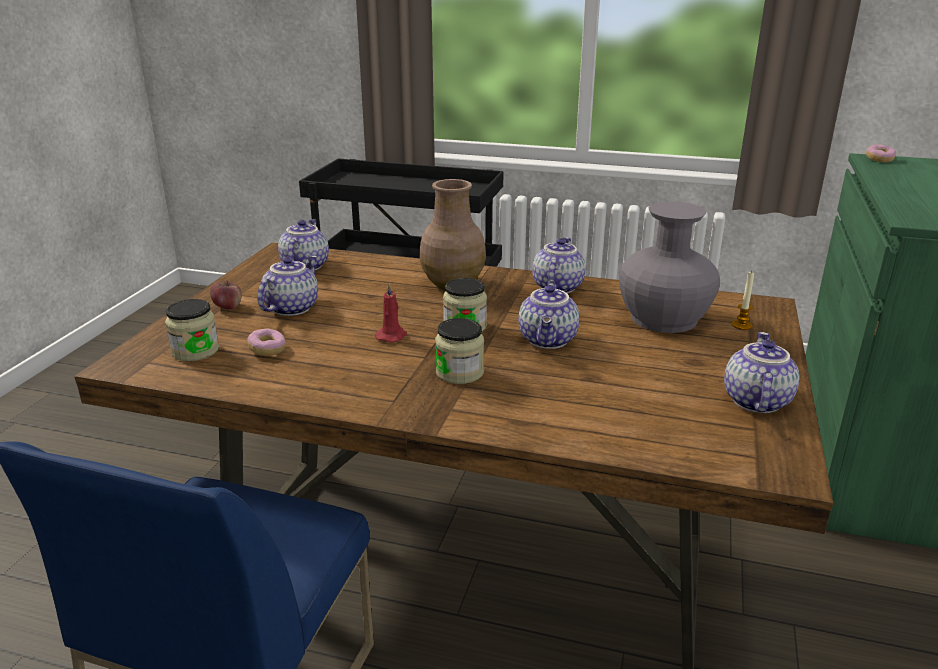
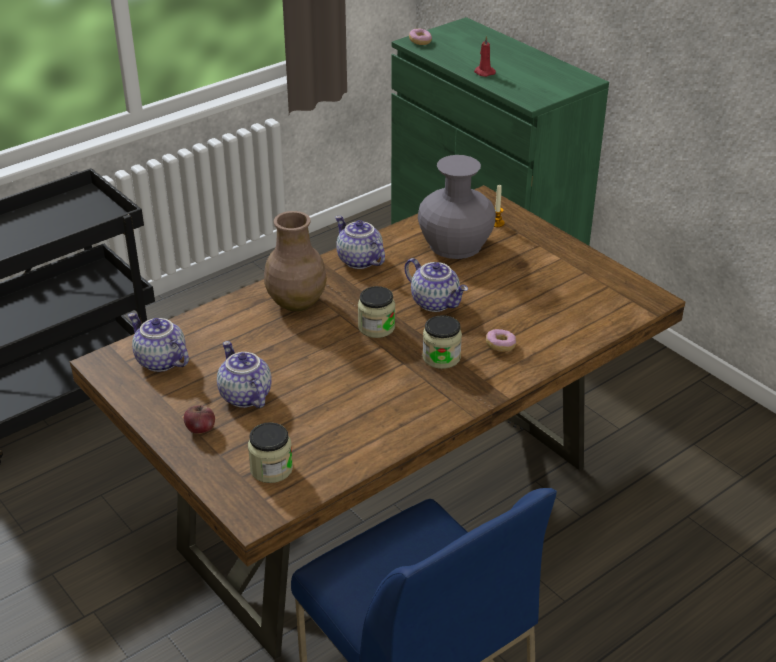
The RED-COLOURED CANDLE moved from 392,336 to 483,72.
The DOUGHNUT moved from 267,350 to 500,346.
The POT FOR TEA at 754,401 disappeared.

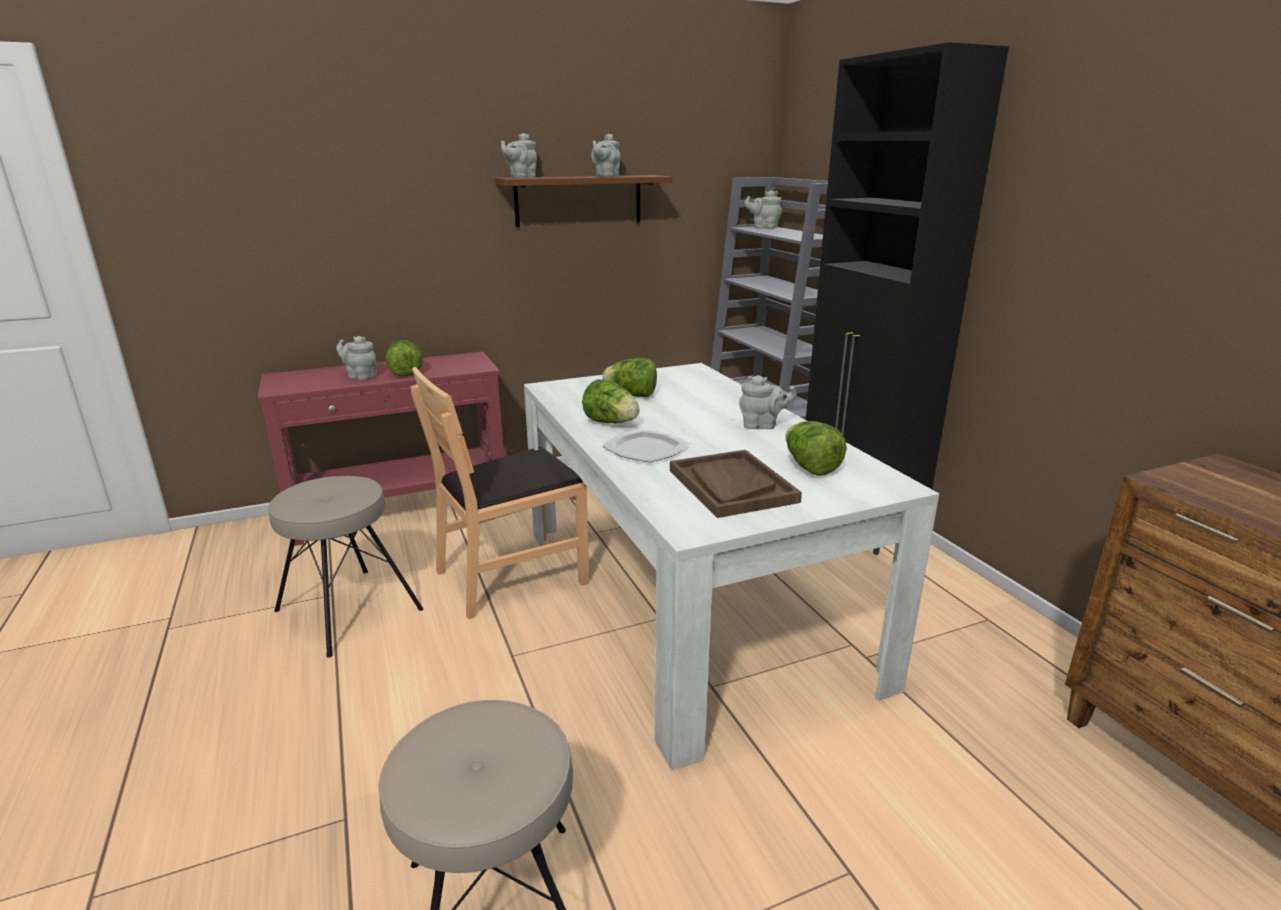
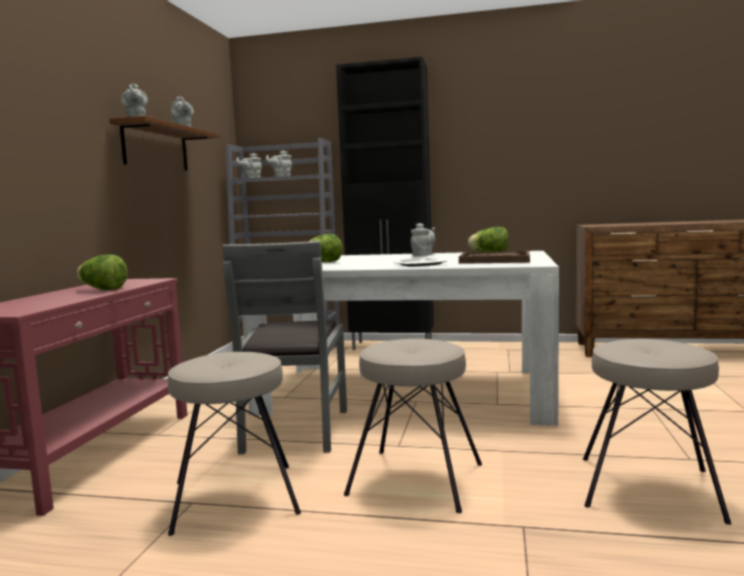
The GRAY POT FOR TEA moved from 360,376 to 281,176.
The BROWNISH CHAIR at 511,575 became the GRAY CHAIR at 294,430.
The LETTUCE HEAD at 611,423 disappeared.
The BEIGE STOOL SEAT at 416,478 appeared.

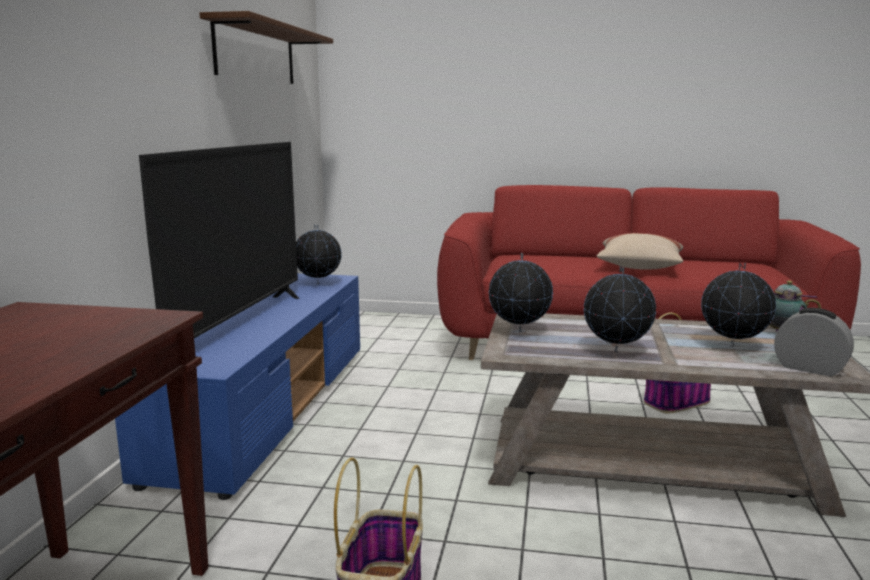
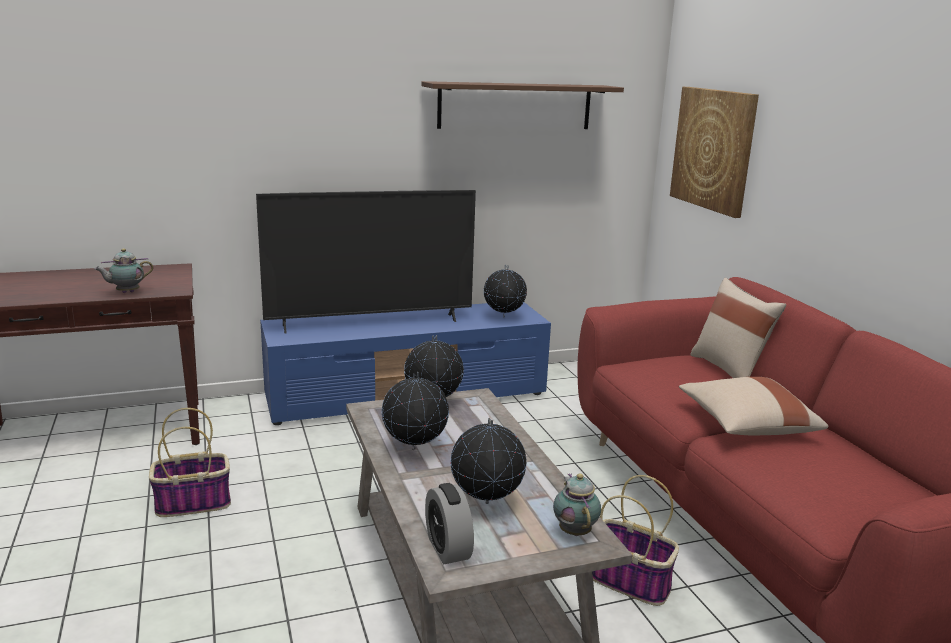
The TABLE CLOCK at 809,368 turned 150 degrees clockwise.
The PICTURE at 713,149 appeared.
The POT FOR TEA at 126,292 appeared.
The BEIGE PILLOW at 730,370 appeared.

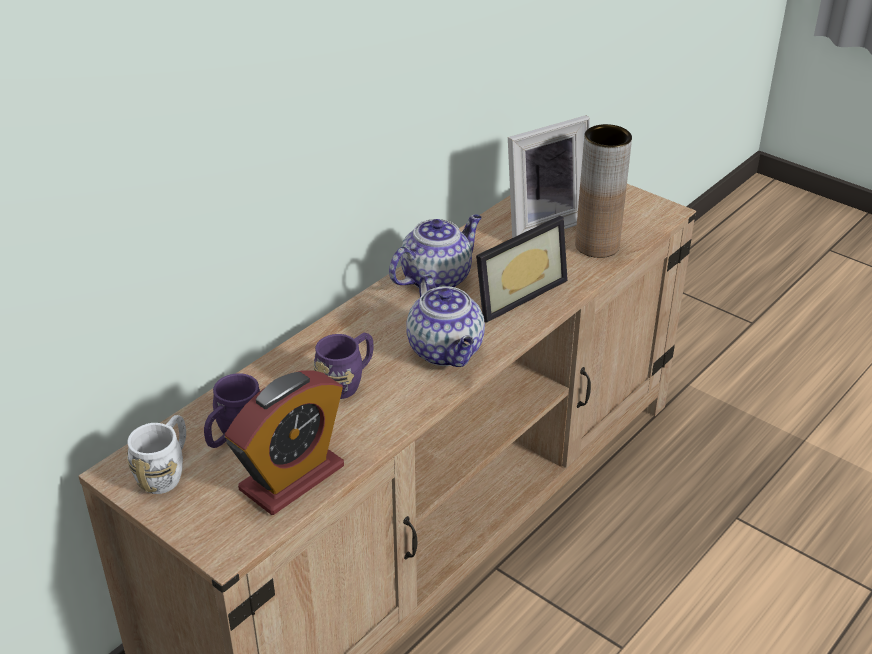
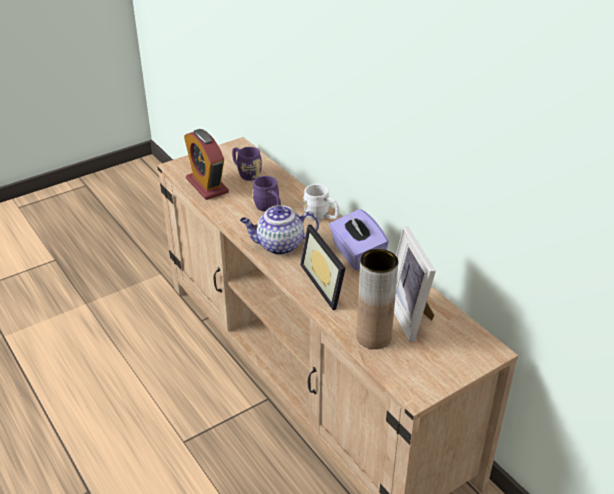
The POT FOR TEA at 436,278 was replaced by the PURPLE-COLOURED BOX OF TISSUES at 356,254.
The WHITISH MUG moved from 166,472 to 321,216.

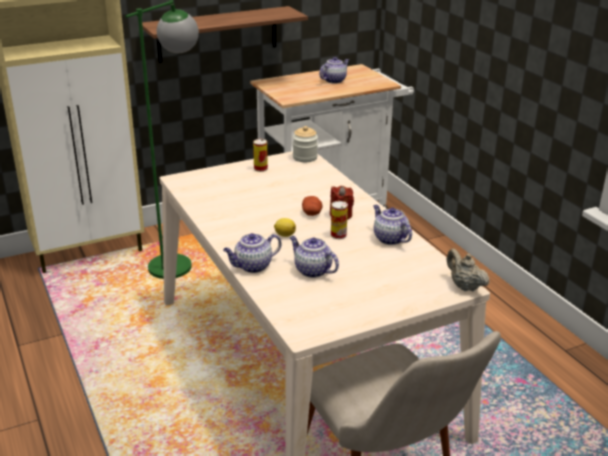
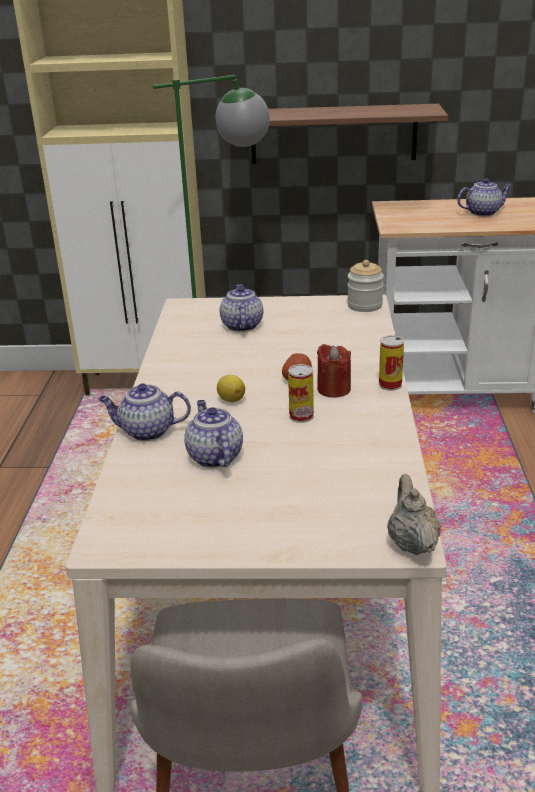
The METAL CAN moved from 260,168 to 390,385.
The POT FOR TEA moved from 389,239 to 241,325.

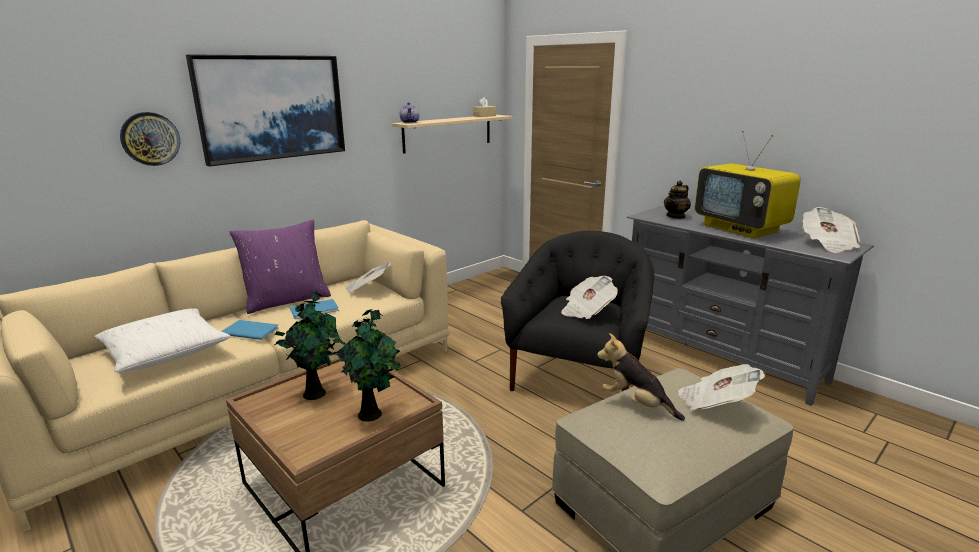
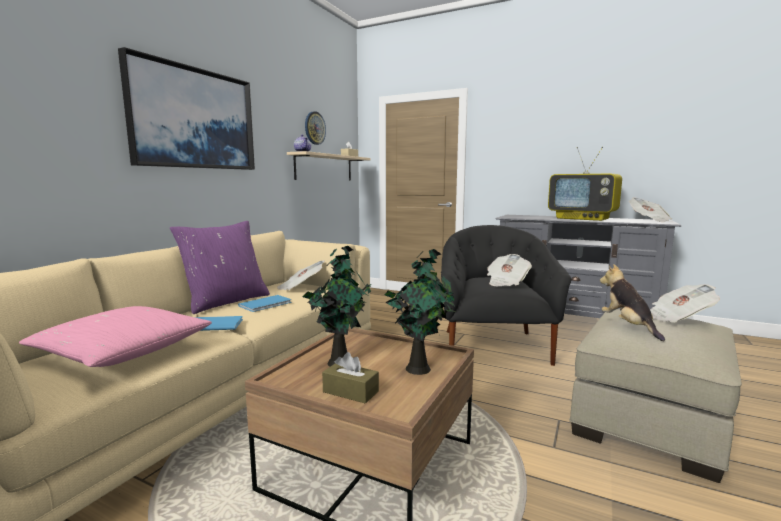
The HANGING CLOCK moved from 150,139 to 314,128.
The POT FOR TEA at 676,216 disappeared.
The WHITISH PILLOW at 165,352 became the PINKISH PILLOW at 123,351.
The SOFT TOY at 636,404 turned 60 degrees clockwise.
The BROWNISH BOX OF TISSUES at 350,392 appeared.

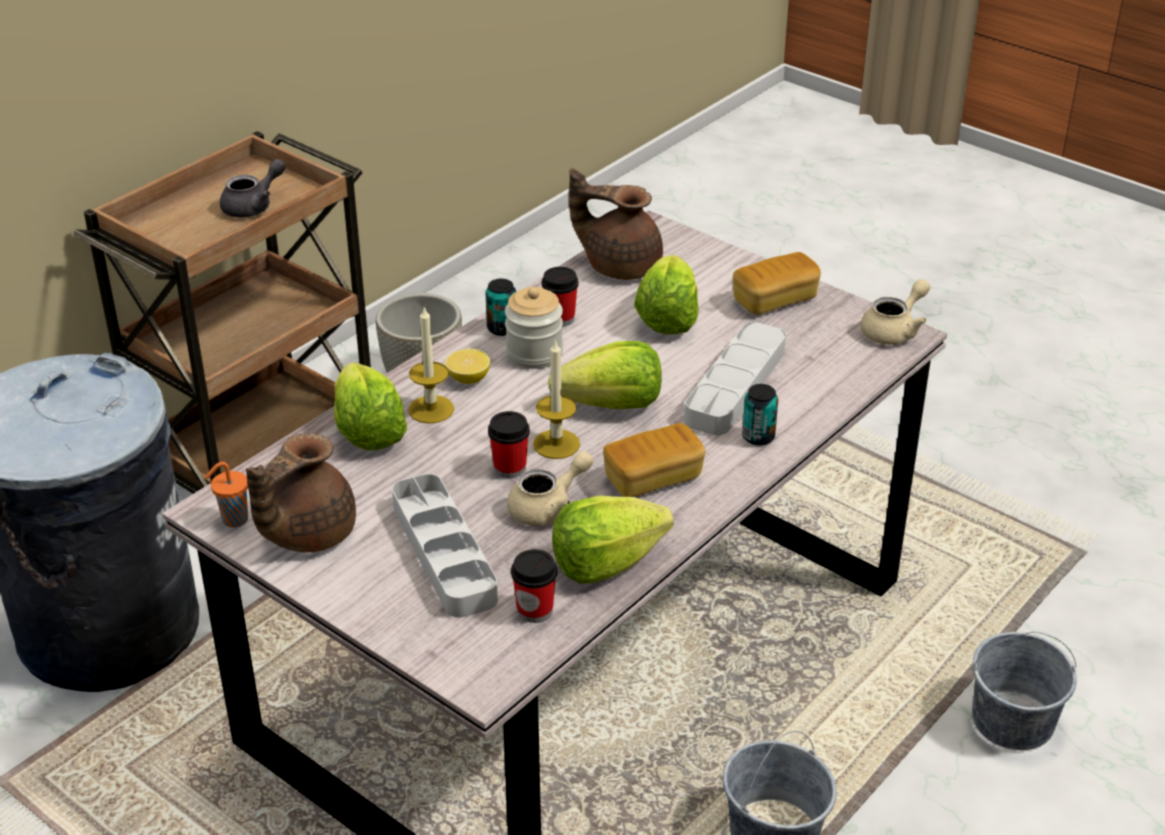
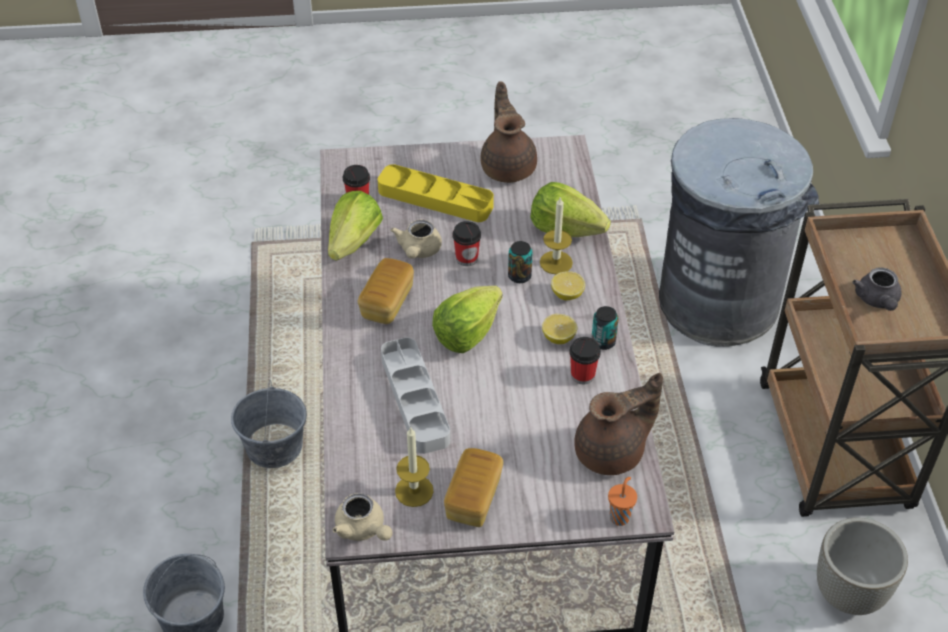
The LETTUCE HEAD at 667,318 disappeared.
The BEIGE POT FOR TEA at 894,330 turned 45 degrees counterclockwise.
The PRESERVE JAR at 534,353 was replaced by the LEMON at 558,337.
The CANDLE moved from 556,444 to 414,491.
The METAL CAN moved from 758,437 to 519,276.
The ORANGE-COLOURED DRINKING CUP moved from 233,520 to 620,516.
The GRAY CARRYING TRAY at 444,552 became the YELLOW-COLOURED CARRYING TRAY at 435,198.

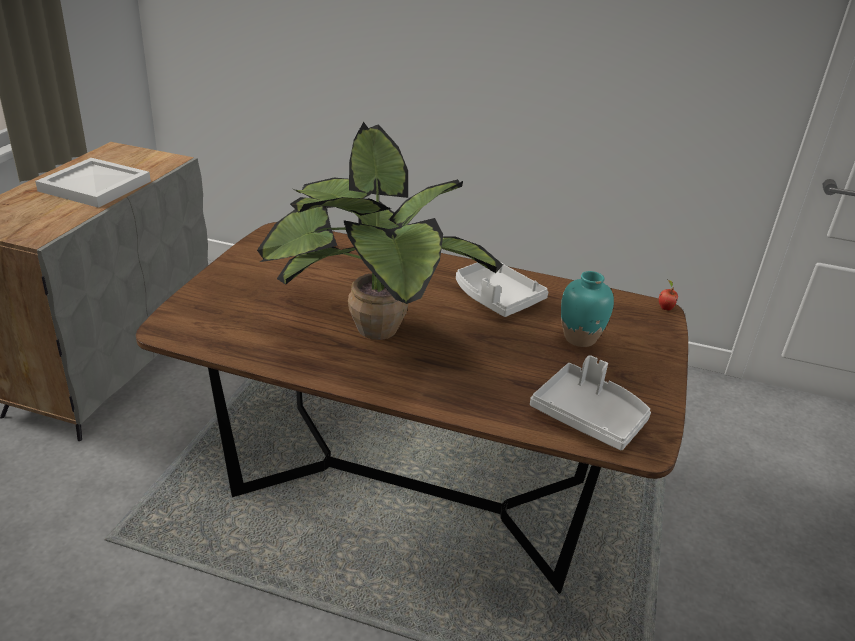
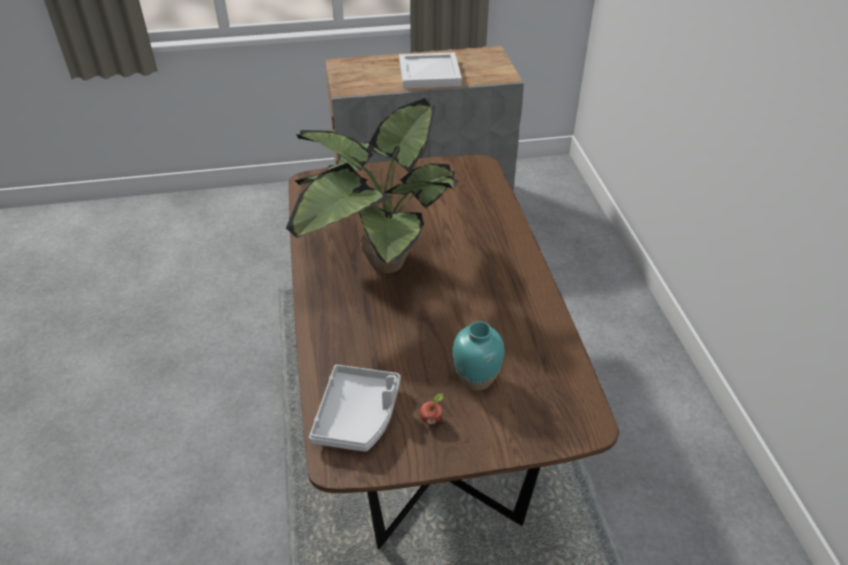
The GRAY CARRYING TRAY at 496,298 disappeared.
The APPLE moved from 664,308 to 431,419.

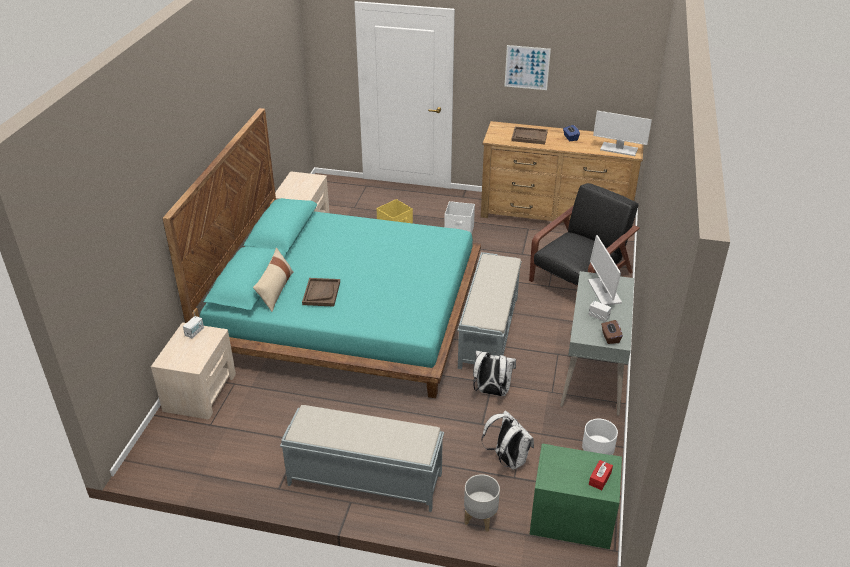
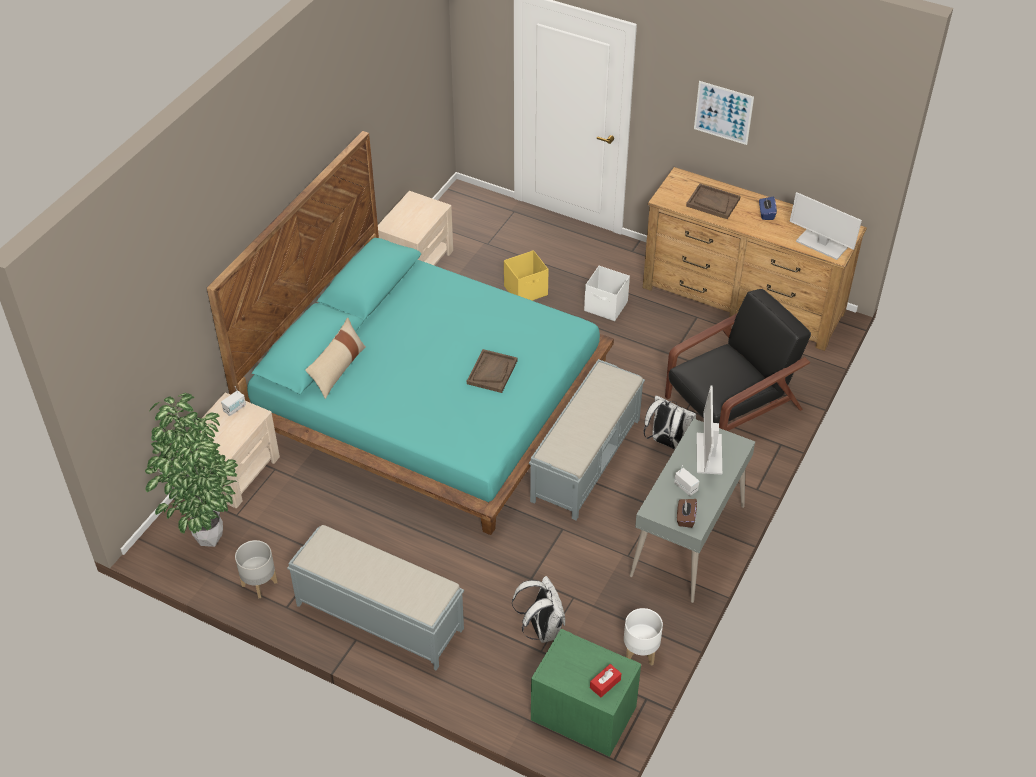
The BROWNISH CARRYING TRAY moved from 321,293 to 492,372.
The WHITISH BACKPACK moved from 491,392 to 666,442.
The GRAY PLANT POT moved from 480,519 to 259,584.
The POTTED PLANT at 210,540 appeared.

